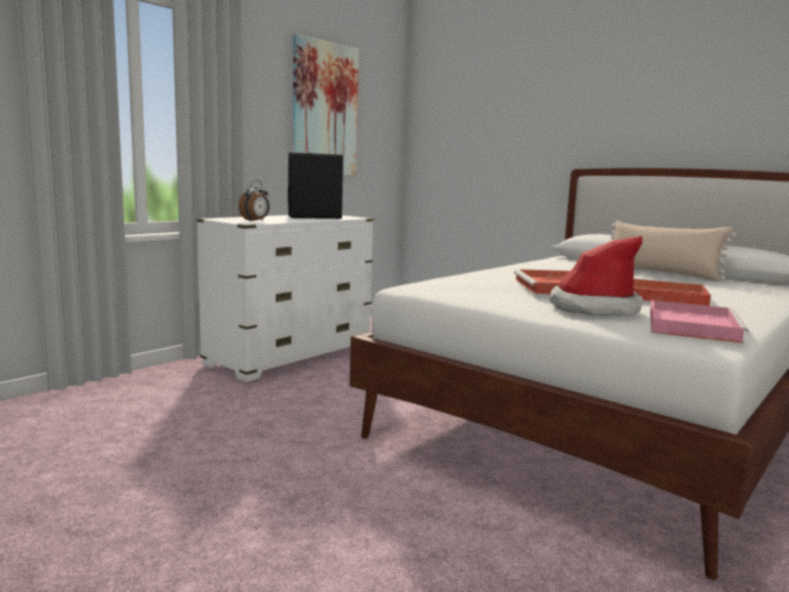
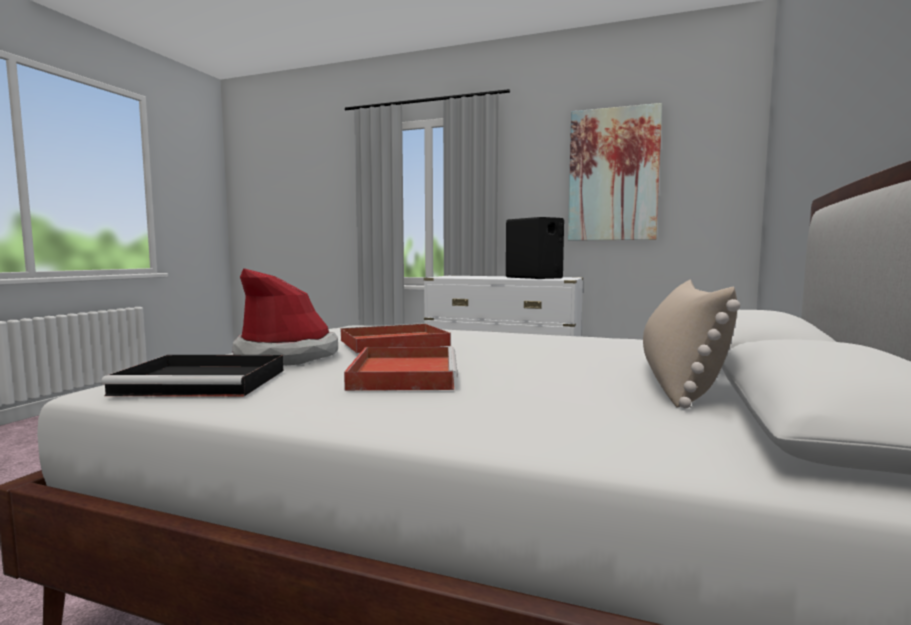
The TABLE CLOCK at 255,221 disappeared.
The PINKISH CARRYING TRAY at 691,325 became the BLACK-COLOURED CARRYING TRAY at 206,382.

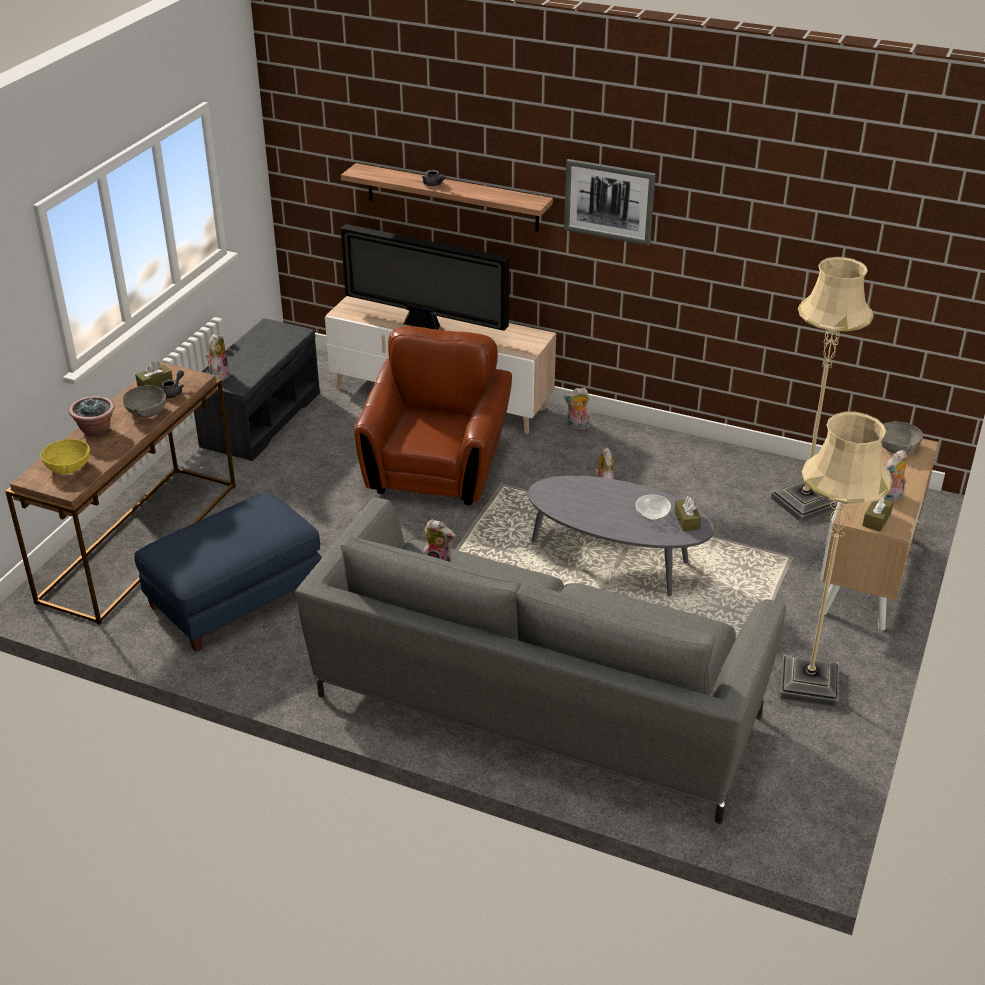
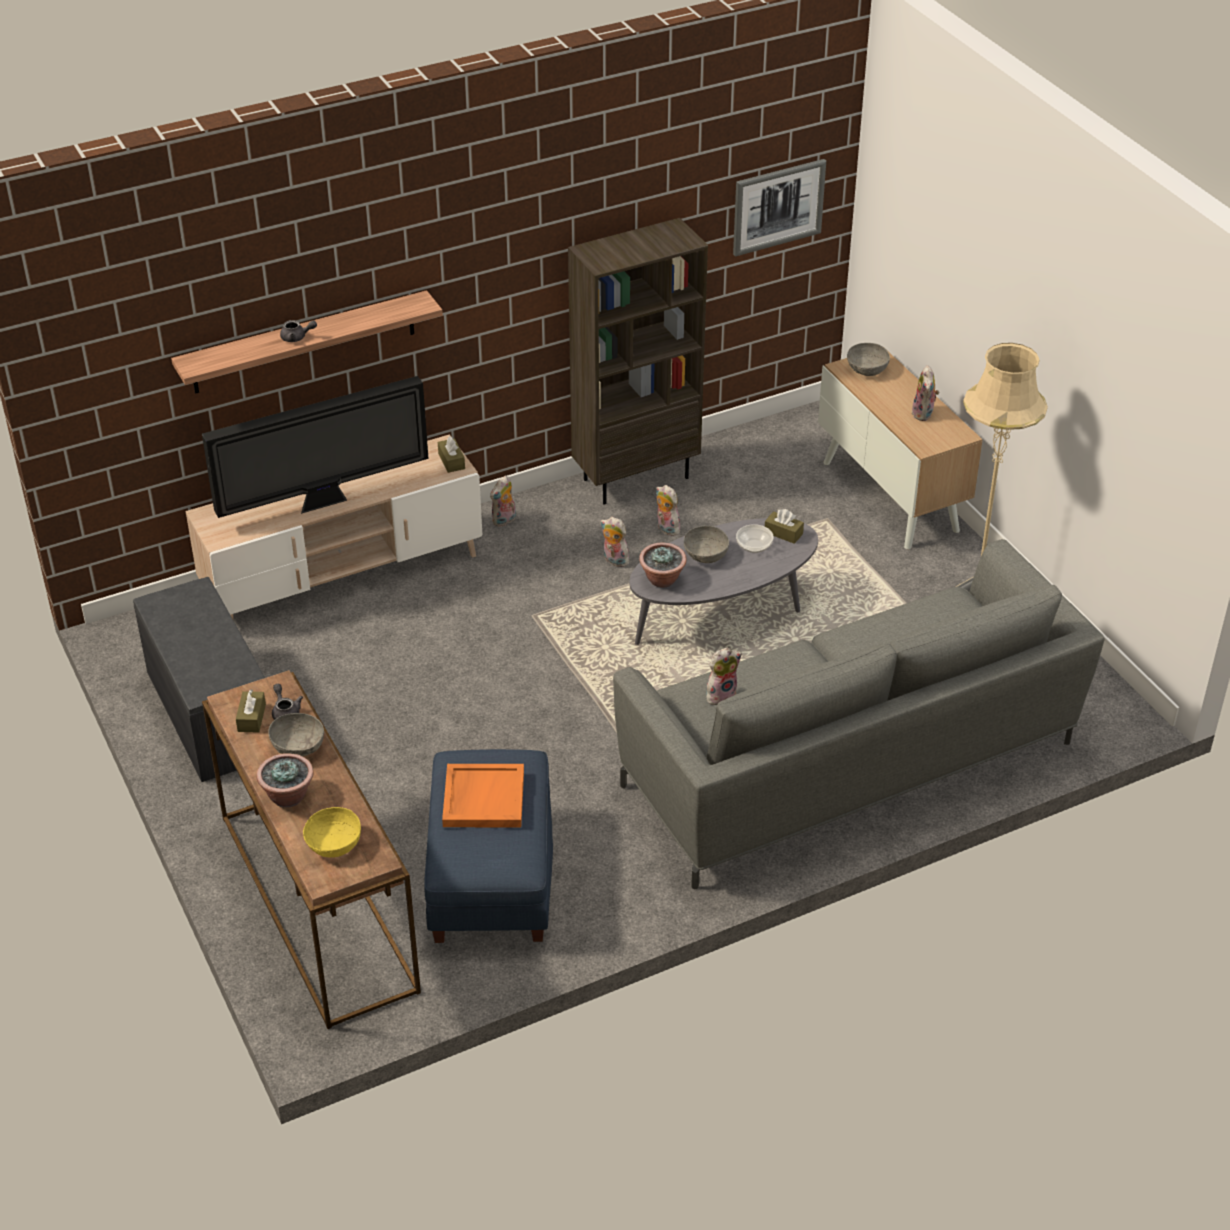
The PICTURE moved from 609,201 to 778,206.
The BEIGE FLOOR LAMP at 803,503 disappeared.
The BROWNISH ARMCHAIR at 436,470 disappeared.
The SOFT TOY moved from 219,375 to 666,528.
The BROWNISH BOX OF TISSUES moved from 876,519 to 451,461.
The BROWNISH SHELVING UNIT at 636,477 appeared.
The GRAY SERVING BOWL at 705,555 appeared.
The POTTED PLANT at 662,580 appeared.
The ORANGE-COLOURED CARRYING TRAY at 483,798 appeared.

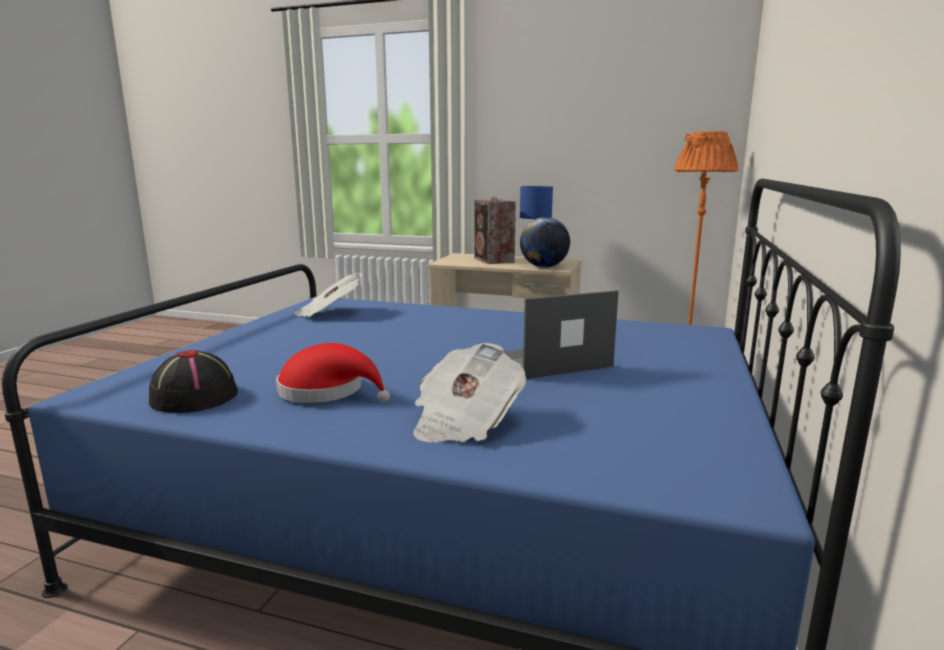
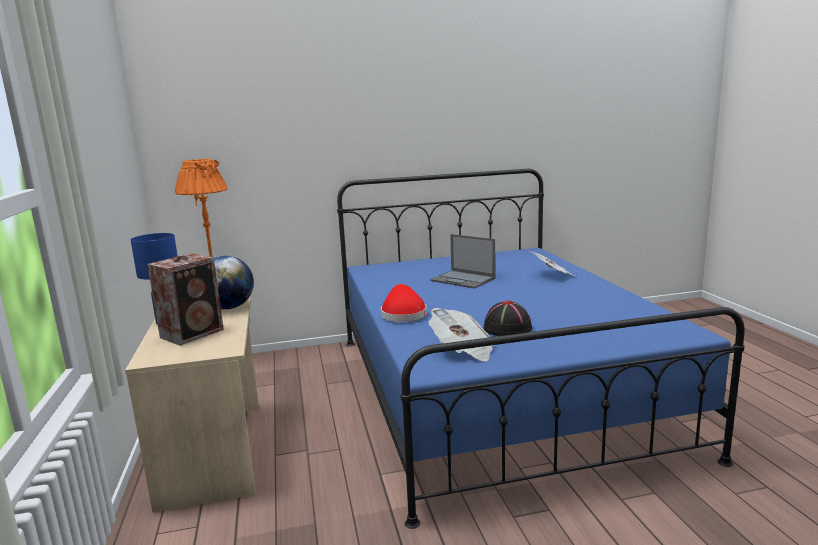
The RED-COLOURED WEARABLE HAT moved from 327,391 to 403,314.
The BLACK-COLOURED WEARABLE HAT moved from 194,396 to 507,329.

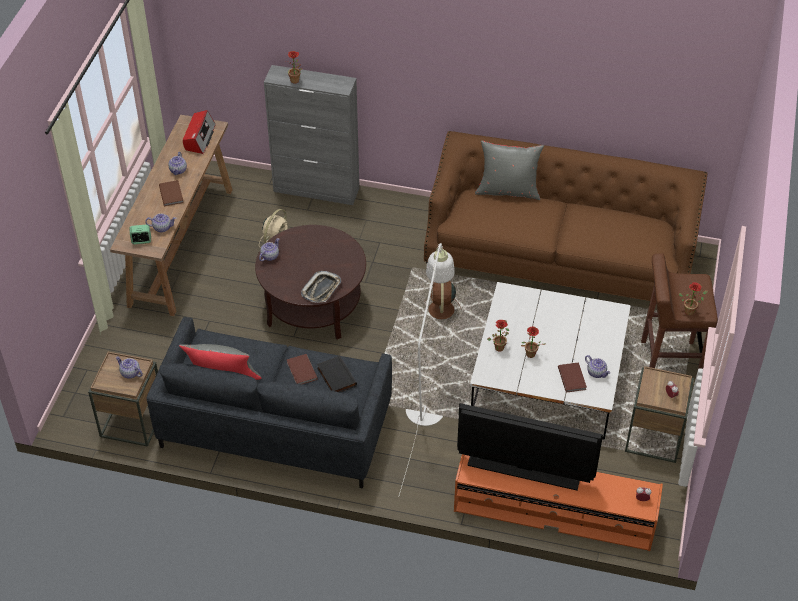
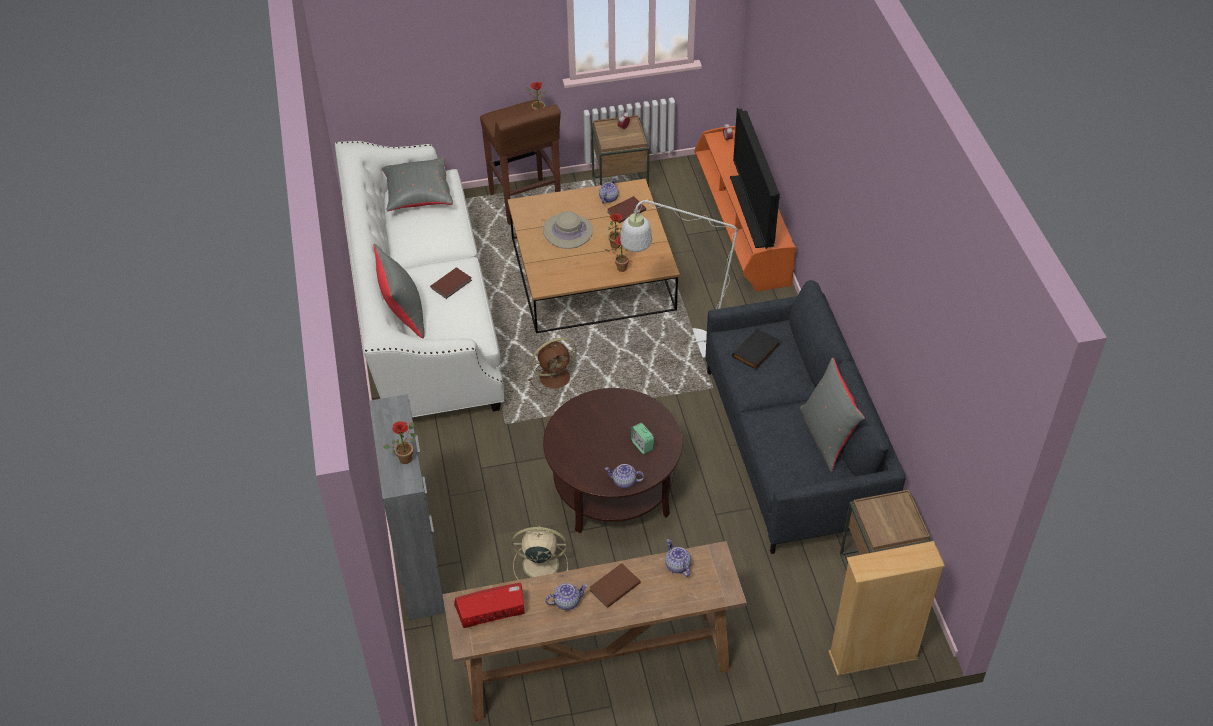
The BROWNISH SETTEE at 559,257 became the WHITISH SETTEE at 424,312.
The TABLE CLOCK moved from 141,241 to 642,445.
The CARRYING TRAY at 321,289 disappeared.
The WHITISH LOW TABLE at 548,375 became the BROWNISH LOW TABLE at 592,273.
The BROWNISH BOOK moved from 301,371 to 452,284.
The POT FOR TEA at 130,373 disappeared.
The GRAY PILLOW at 417,195 appeared.
The BEIGE WEARABLE HAT at 567,231 appeared.
The BEIGE SHELVING UNIT at 873,656 appeared.

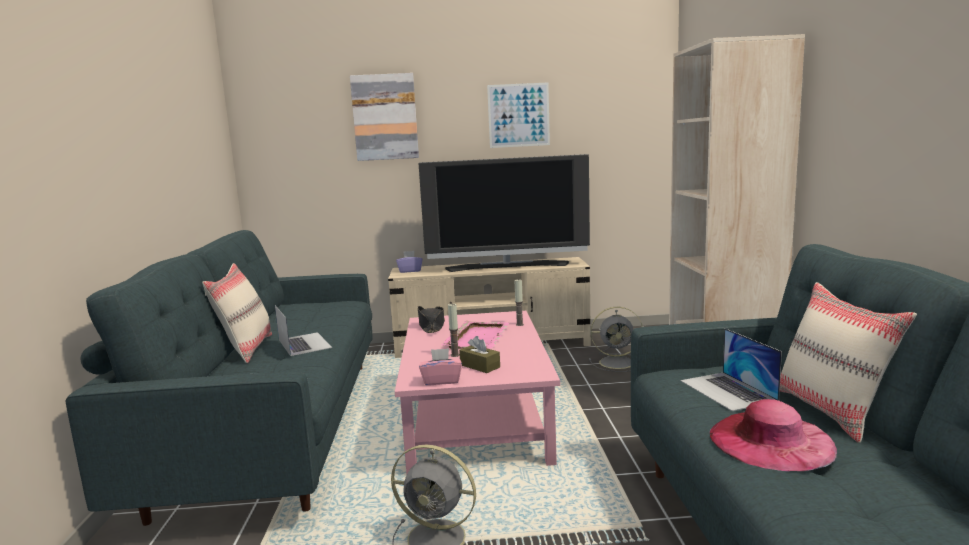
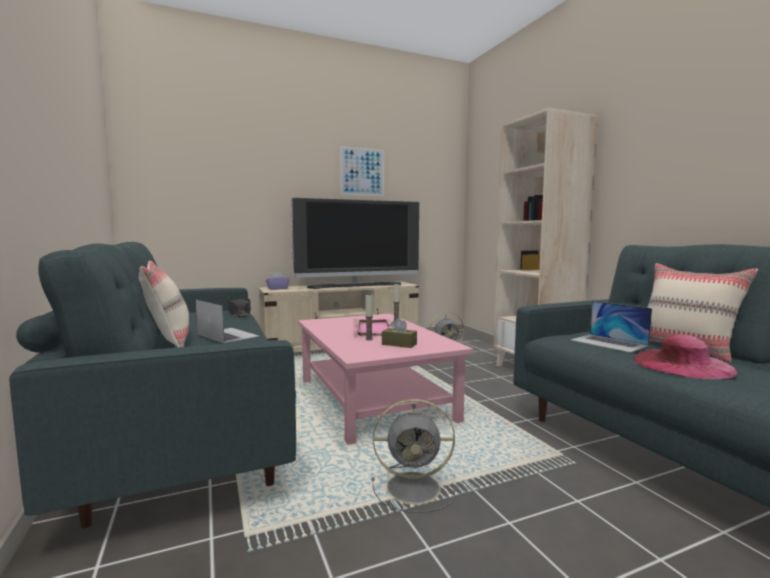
The PICTURE at 385,117 disappeared.
The BLACK-COLOURED WEARABLE HAT moved from 431,326 to 239,314.
The PINKISH BOX OF TISSUES at 441,380 disappeared.

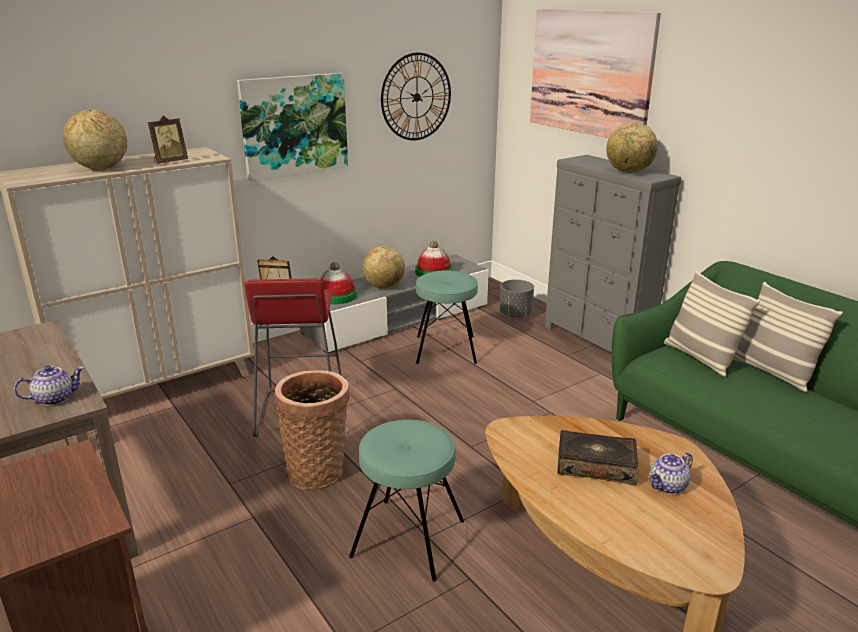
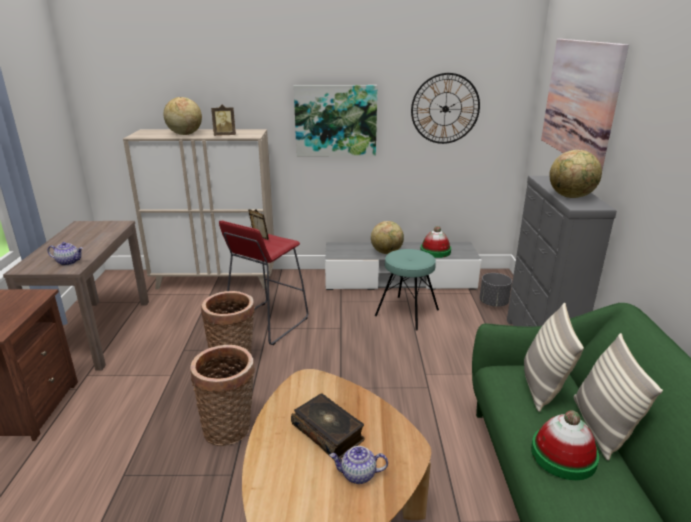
The WEARABLE HAT moved from 336,296 to 563,455.
The TURQUOISE-COLOURED STOOL SEAT at 408,538 was replaced by the HOUSEHOLD BASKET at 230,429.

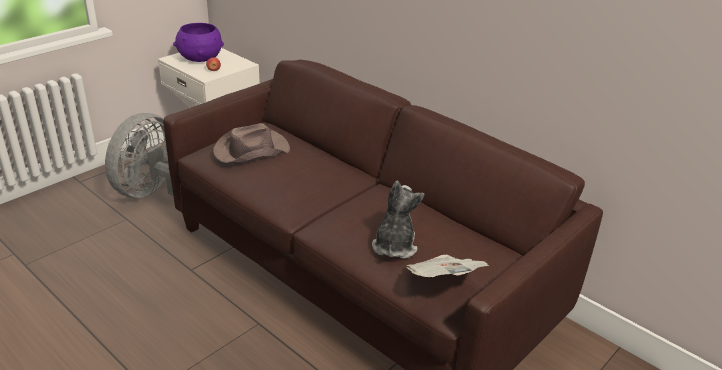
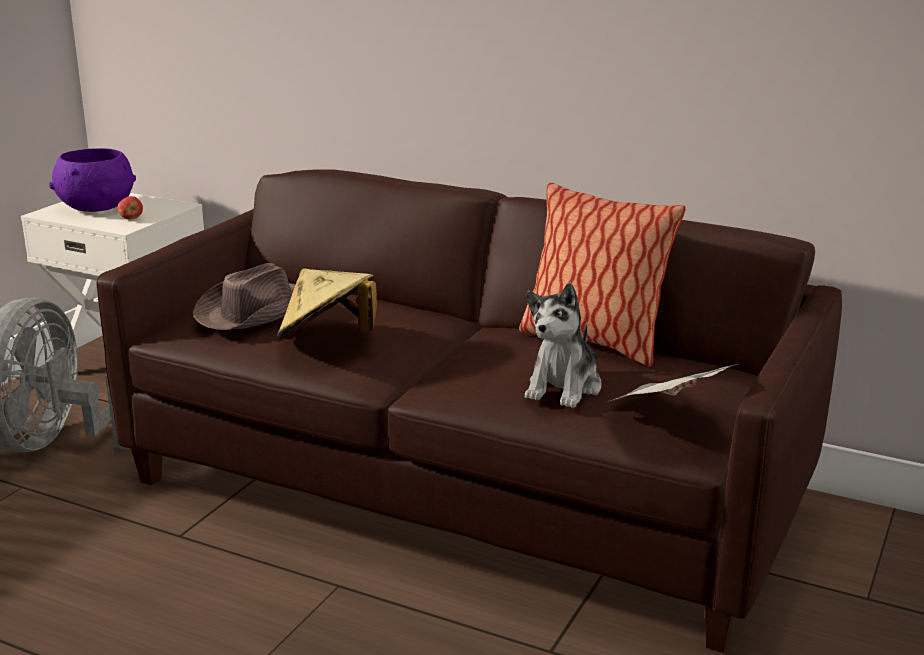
The SOFT TOY at 394,246 turned 150 degrees counterclockwise.
The PILLOW at 593,341 appeared.
The BEIGE WEARABLE HAT at 327,339 appeared.

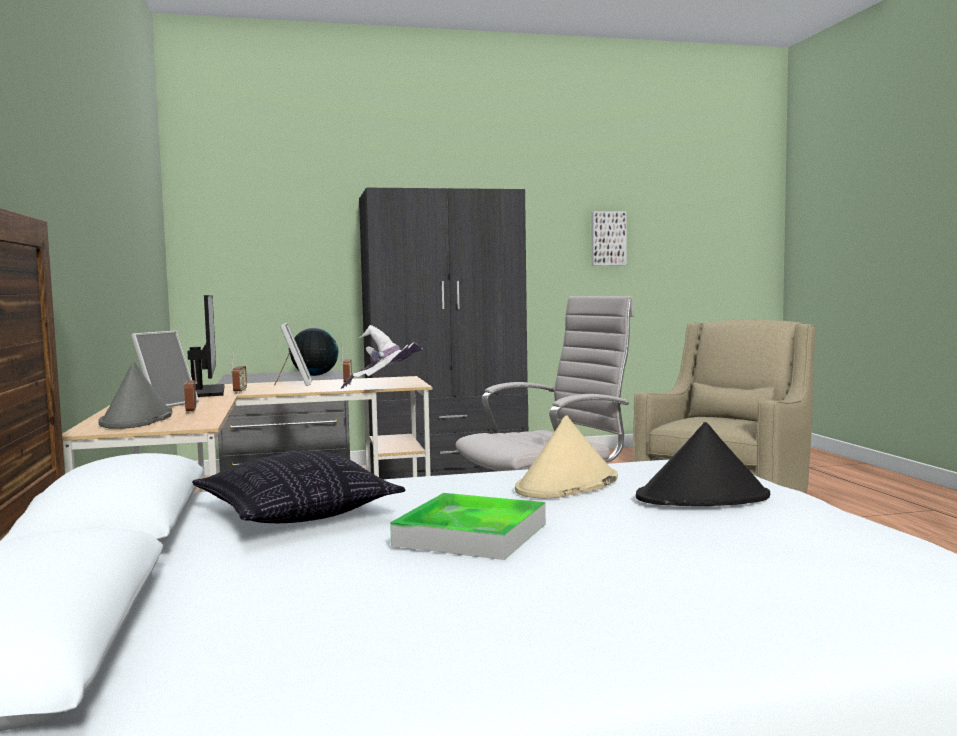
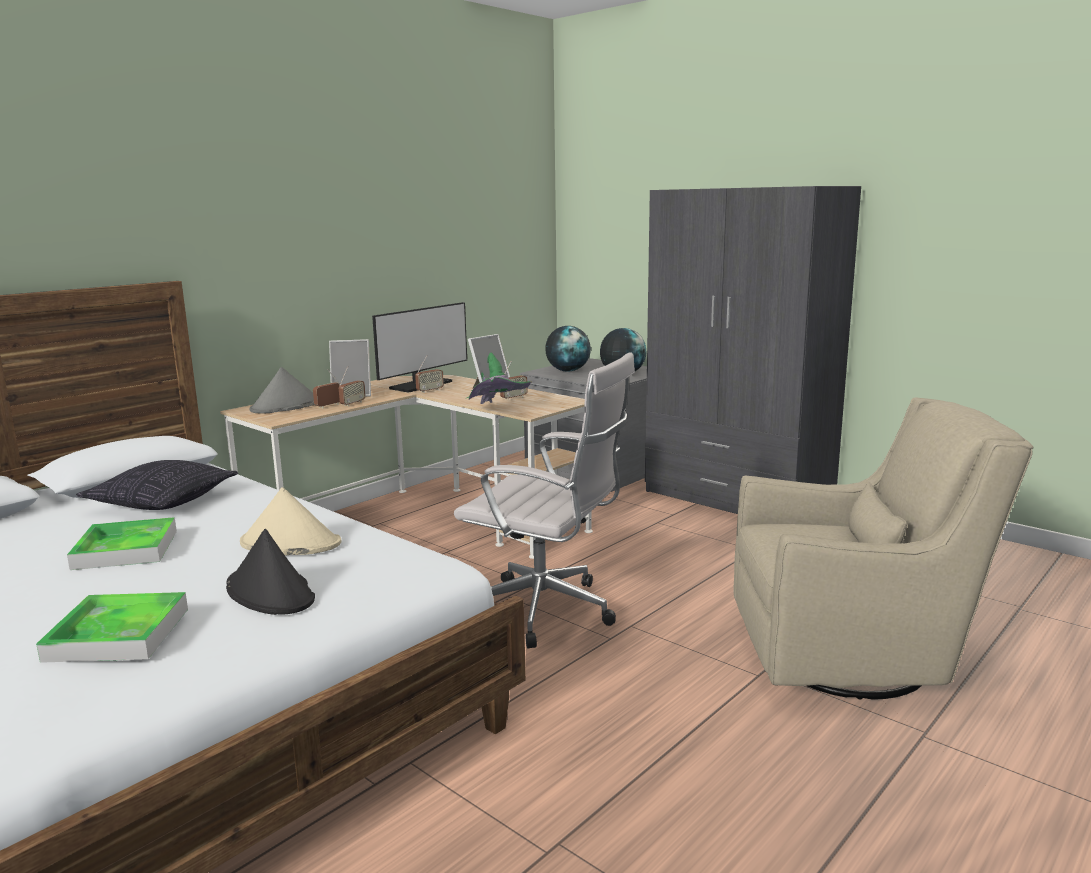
The PICTURE at 608,238 disappeared.
The WHITISH WEARABLE HAT at 386,388 became the GREEN-COLOURED WEARABLE HAT at 497,412.
The DESK GLOBE at 568,371 appeared.
The RADIO SET at 352,404 appeared.
The CARRYING TRAY at 118,634 appeared.

